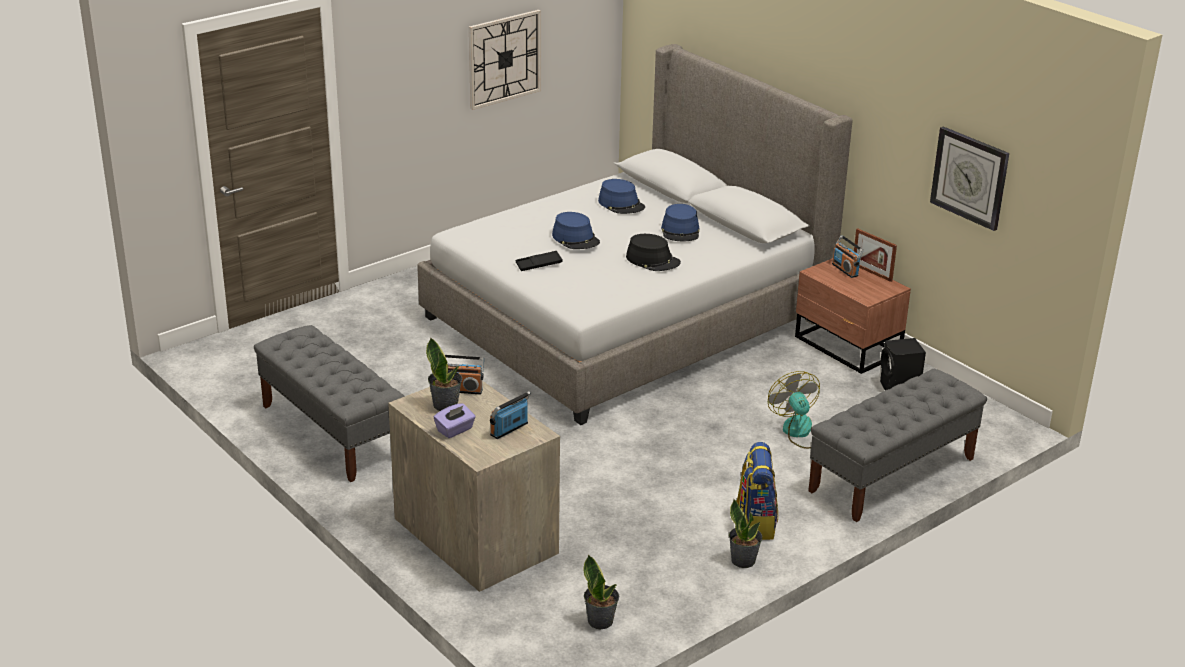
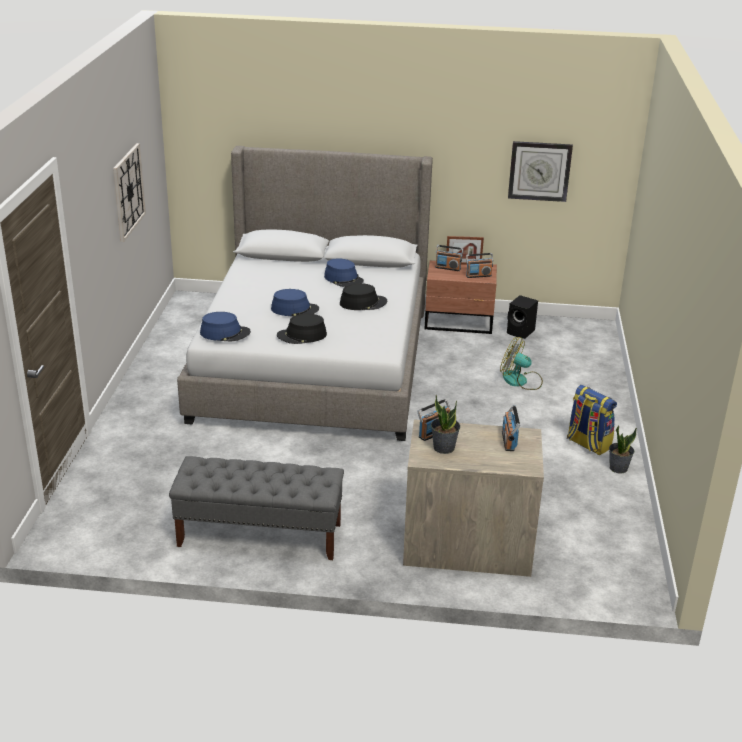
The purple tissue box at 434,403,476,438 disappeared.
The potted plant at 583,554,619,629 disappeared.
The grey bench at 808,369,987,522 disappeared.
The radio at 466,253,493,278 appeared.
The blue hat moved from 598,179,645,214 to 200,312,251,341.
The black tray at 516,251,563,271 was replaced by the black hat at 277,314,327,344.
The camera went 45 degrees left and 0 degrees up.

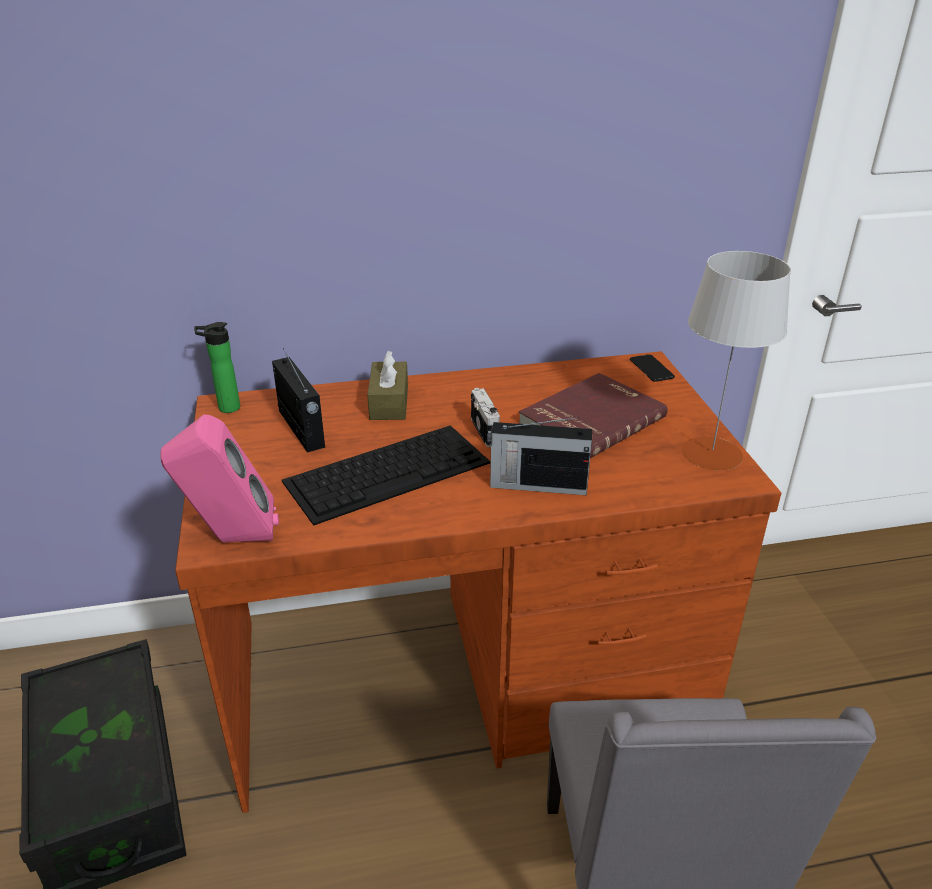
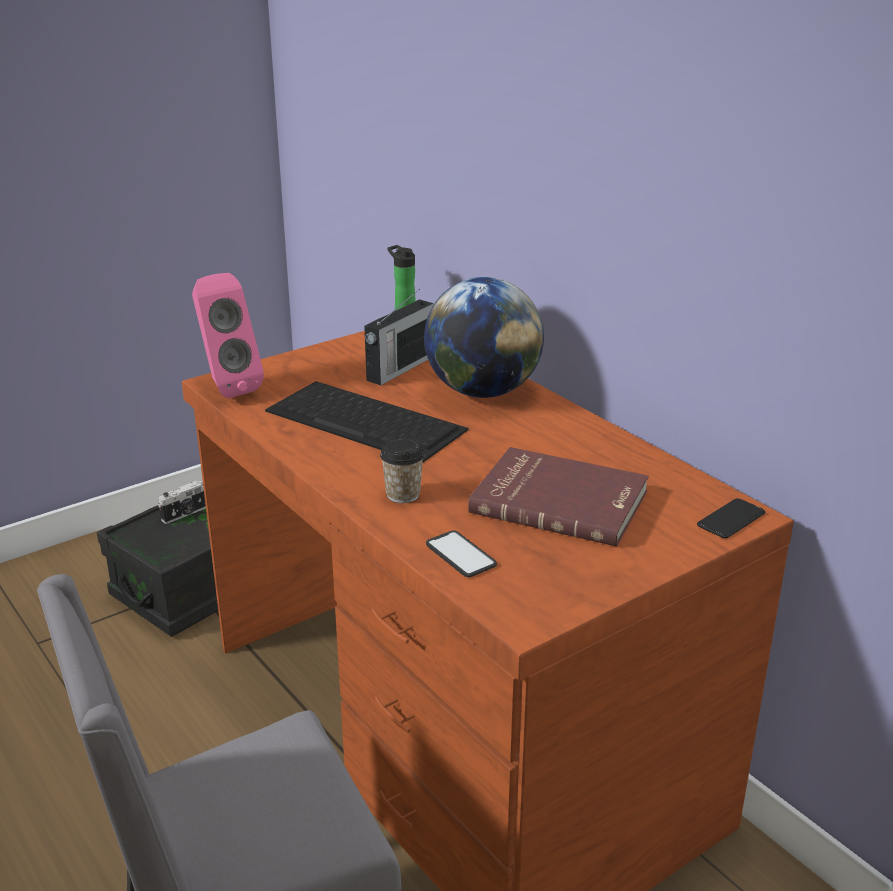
The grey table lamp at 682,251,791,471 disappeared.
The phone at 426,530,497,577 appeared.
The photo camera moved from 471,388,500,447 to 158,481,206,524.
The brown tissue box at 367,350,408,420 was replaced by the globe at 424,277,544,398.
The radio at 487,417,592,495 was replaced by the cup at 380,438,425,503.
The camera went 65 degrees right and 5 degrees down.

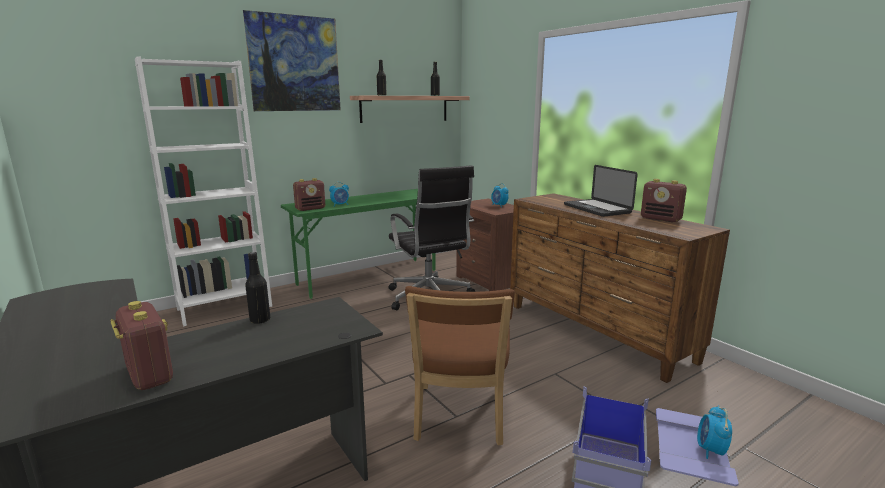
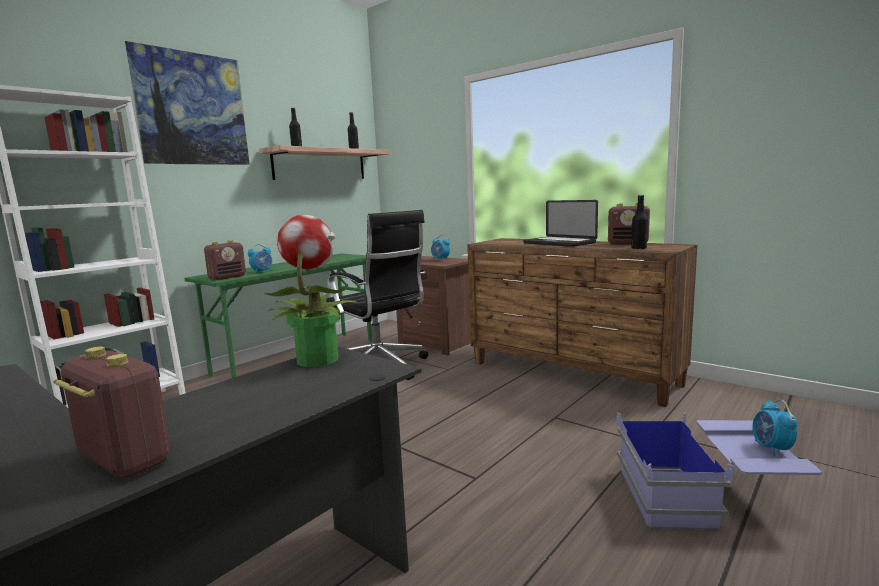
The brown chair at 405,286,515,445 disappeared.
The potted plant at 264,215,359,367 appeared.
The black bottle moved from 245,252,270,324 to 631,195,648,249.
The camera went 15 degrees left and 5 degrees down.

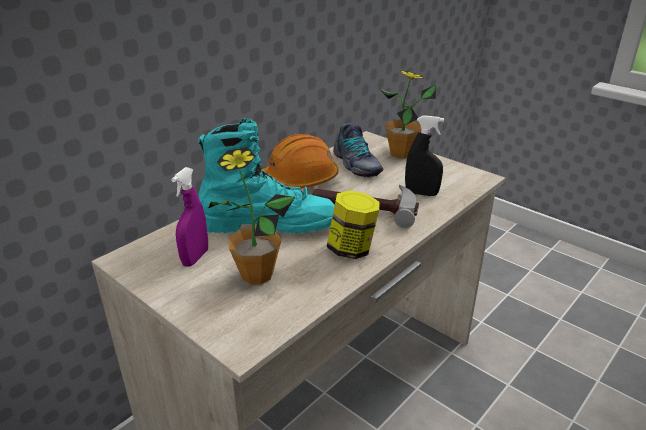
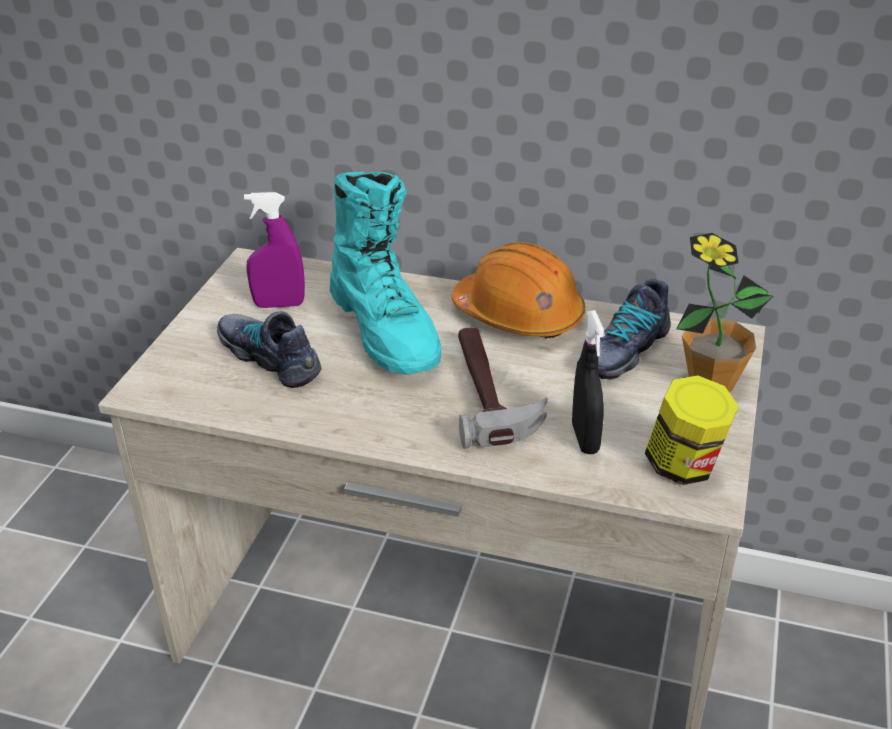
The jar moved from 326,190,380,259 to 645,375,739,485.
The potted plant at 208,147,295,284 was replaced by the shoe at 217,311,321,388.
The camera went 65 degrees right and 5 degrees up.

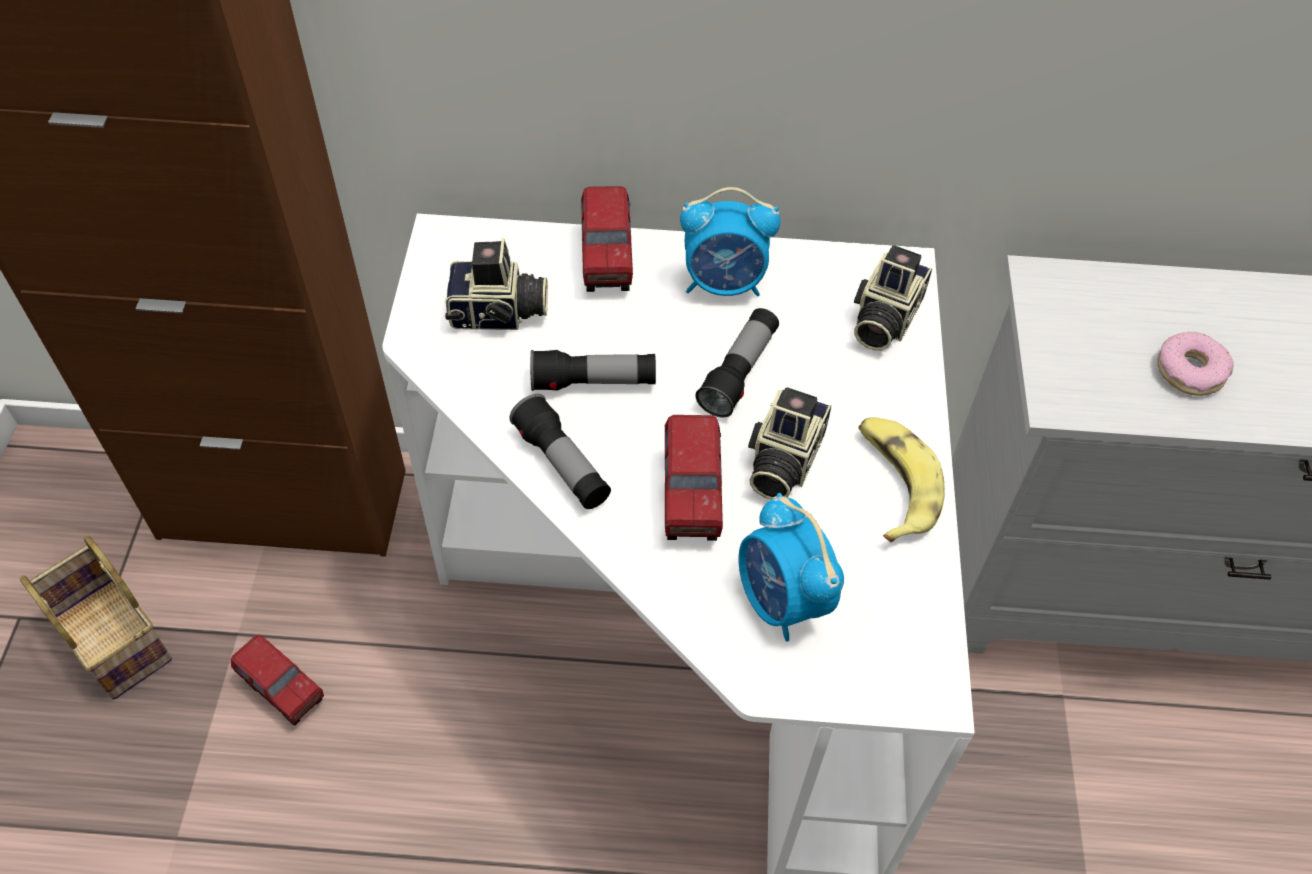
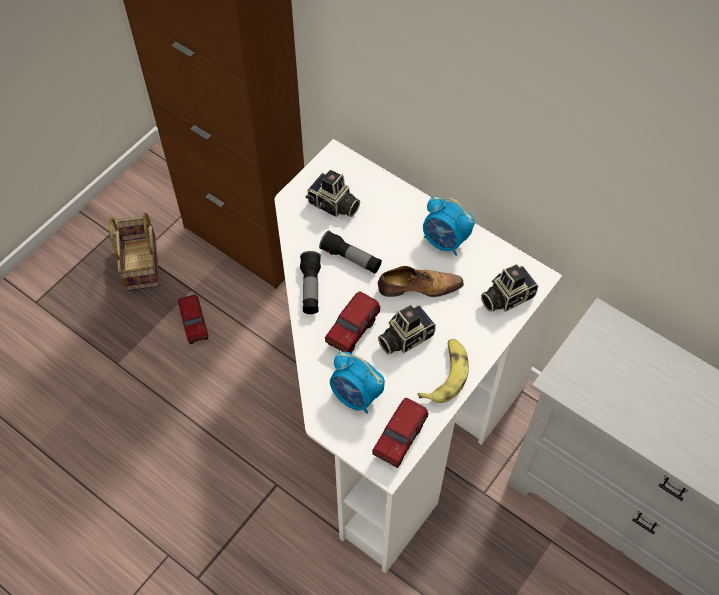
The donut at 1157,332,1234,396 disappeared.
The toy truck moved from 581,186,633,292 to 372,398,429,468.
The flashlight at 695,308,779,418 was replaced by the shoe at 378,266,464,297.
The alarm clock at 738,493,844,642 turned 60 degrees counterclockwise.
The camera went 35 degrees right and 5 degrees up.

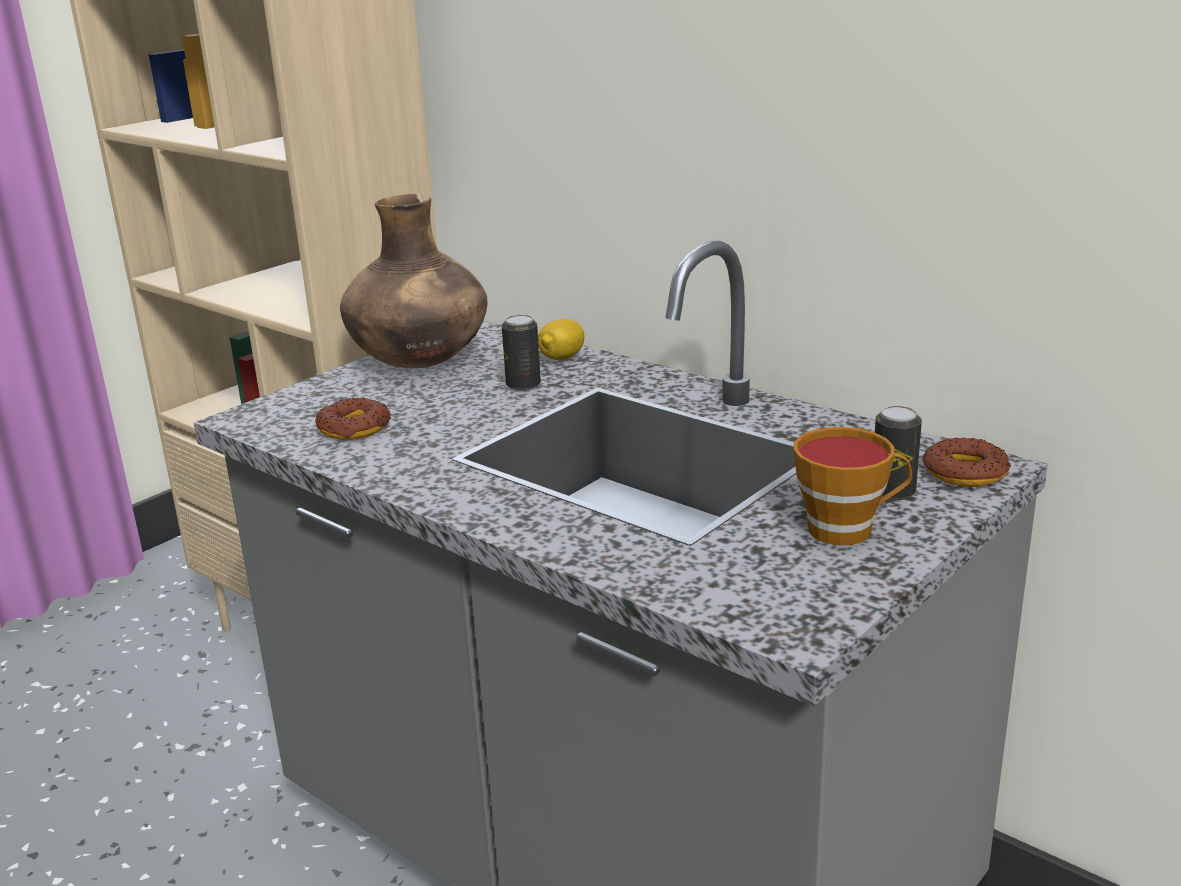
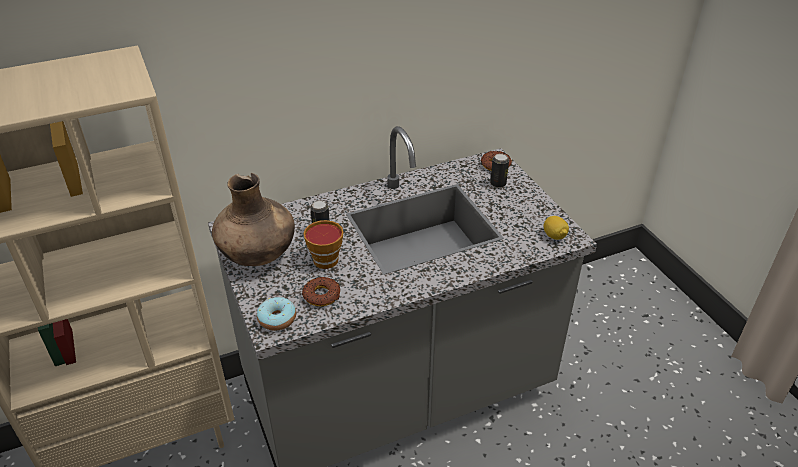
The donut at 257,297,296,331 appeared.
The lemon moved from 538,319,584,360 to 544,216,569,240.
The cup moved from 794,427,912,546 to 303,220,344,269.
The camera went 65 degrees left and 15 degrees up.

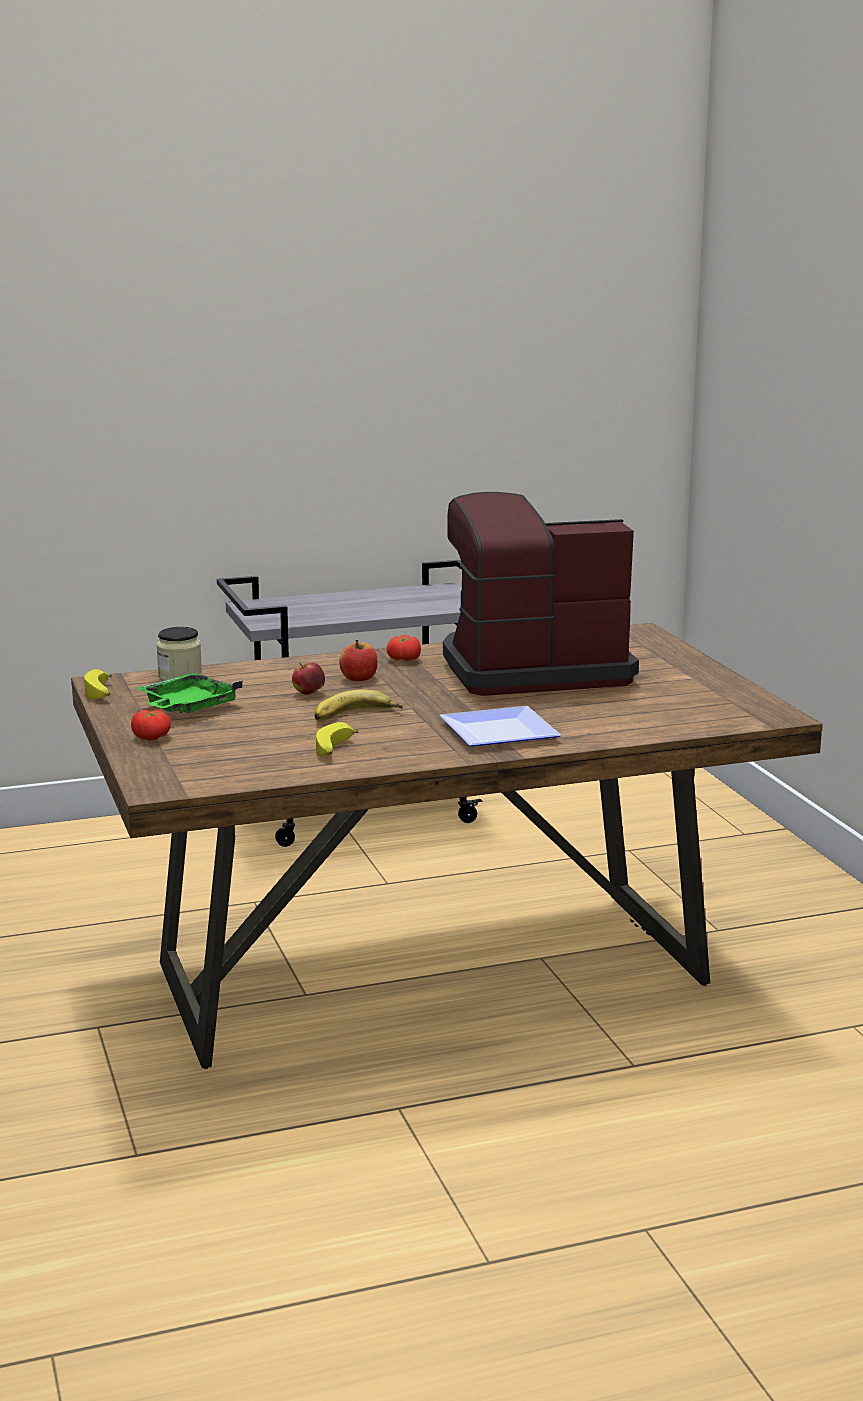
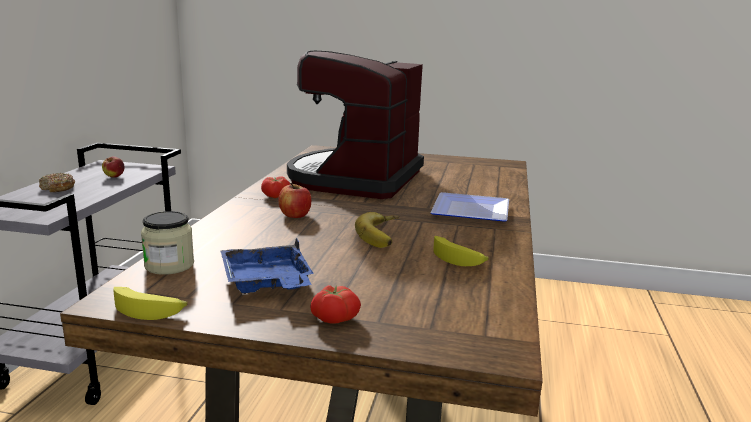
The donut at 39,173,75,192 appeared.
The apple moved from 292,662,325,695 to 102,156,125,178.
The green tray at 136,673,242,714 became the blue tray at 220,238,314,293.
The camera went 60 degrees left and 0 degrees up.

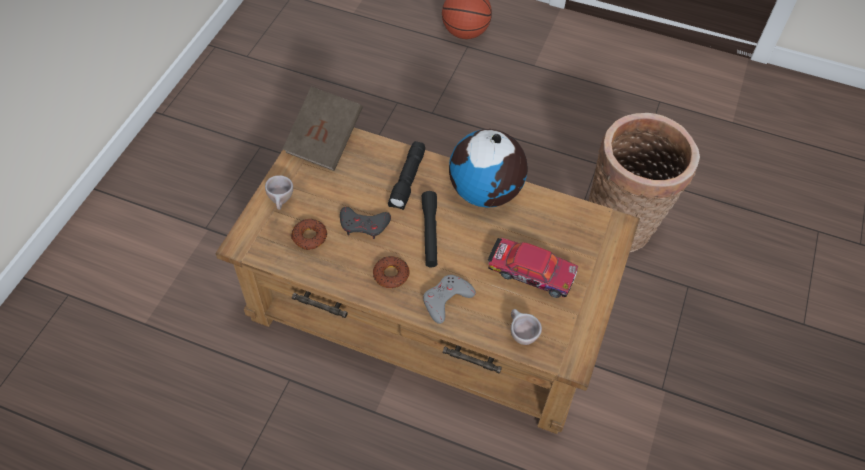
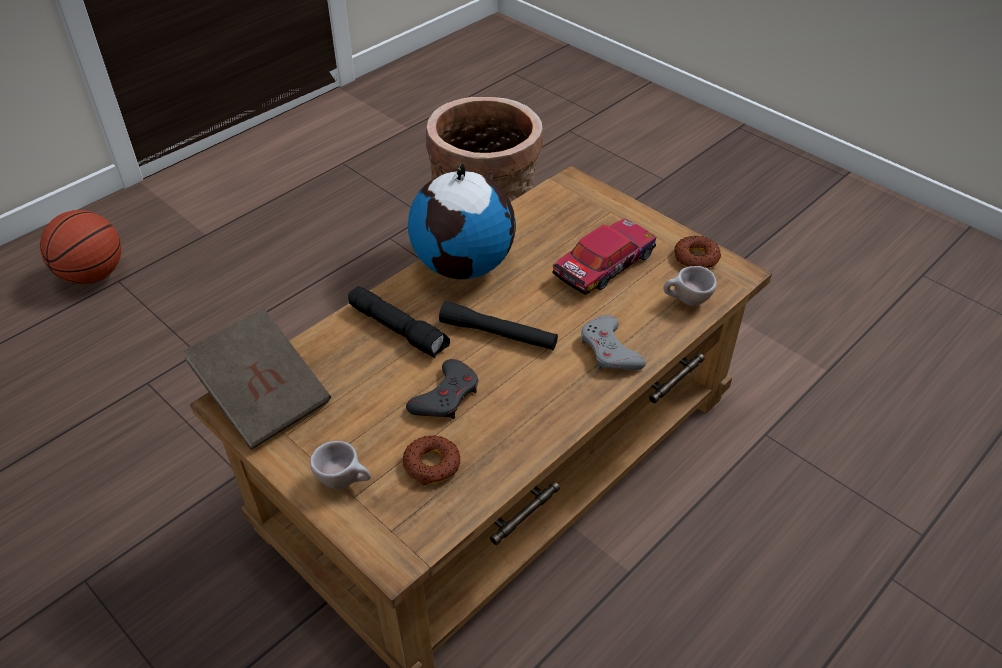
The donut moved from 373,256,410,288 to 674,235,721,268.
The camera went 65 degrees left and 10 degrees down.

